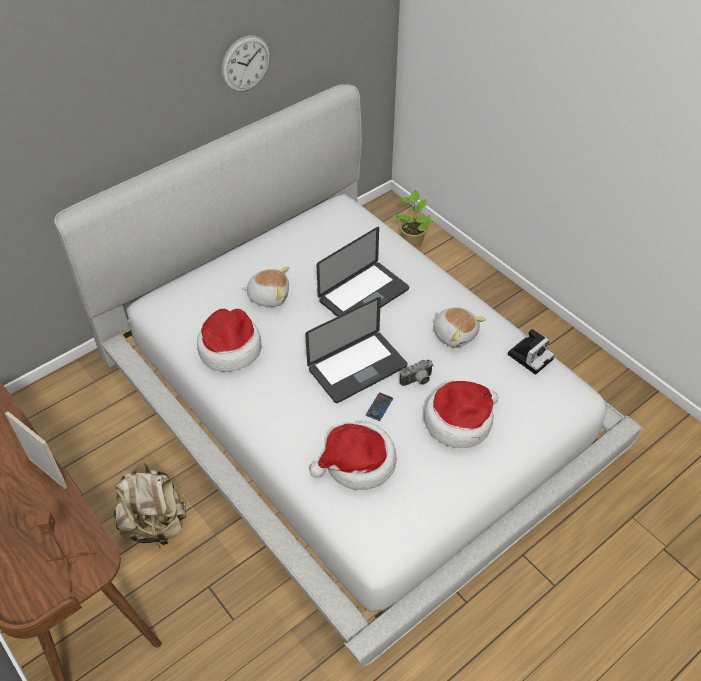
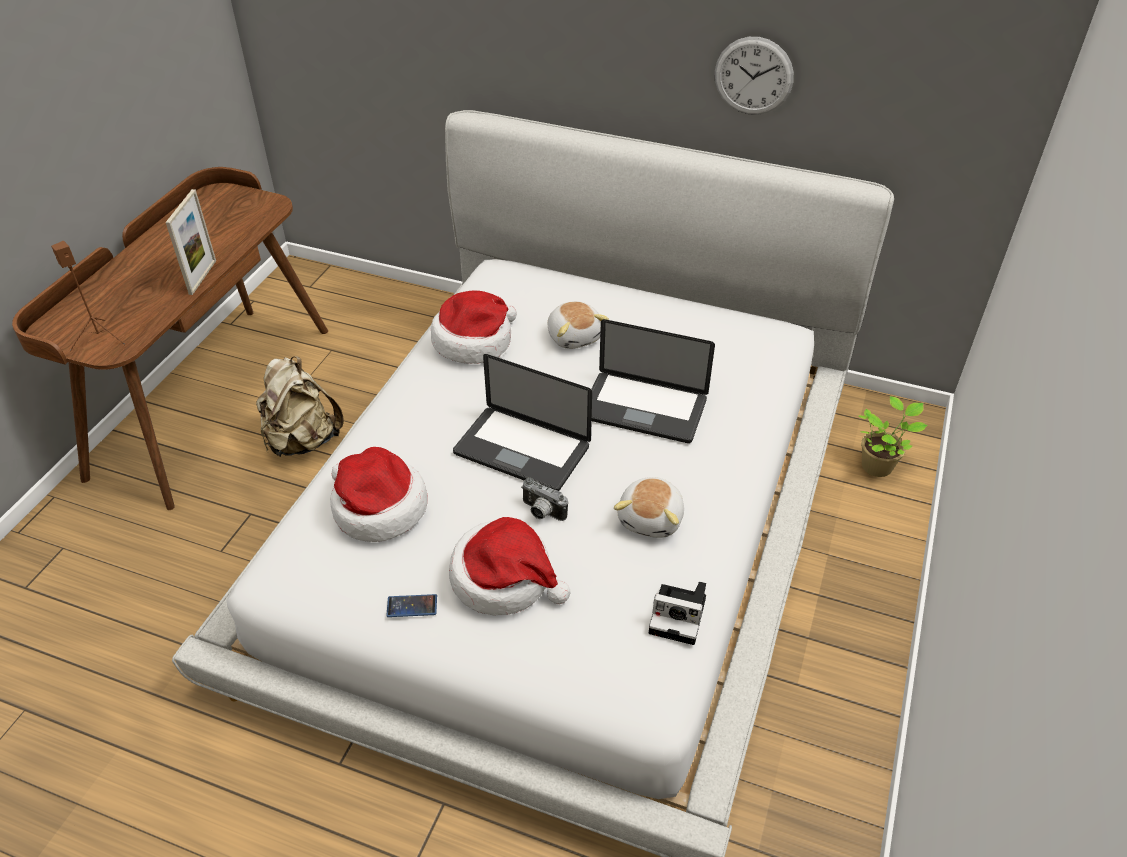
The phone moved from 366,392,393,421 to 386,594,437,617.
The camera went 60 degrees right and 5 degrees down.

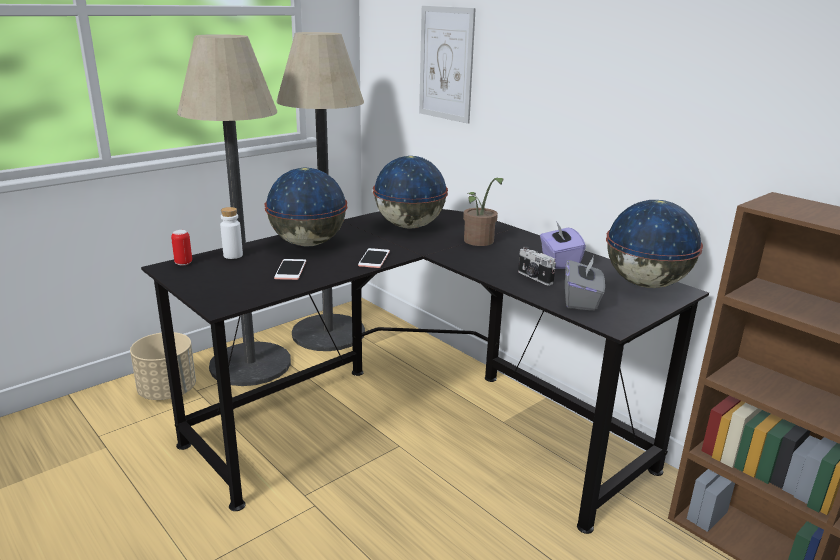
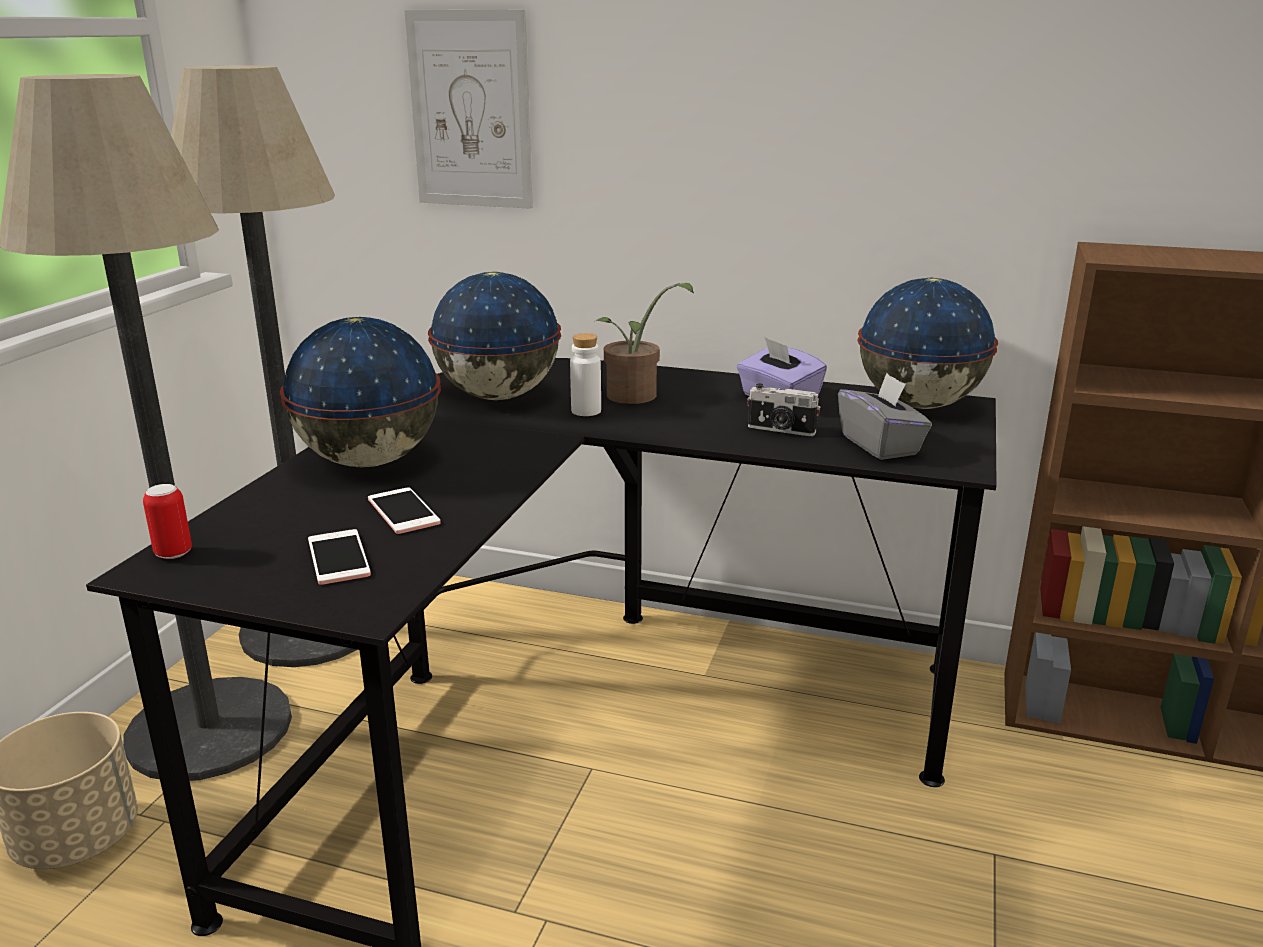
The white bottle moved from 220,207,243,259 to 570,333,601,416.
The phone moved from 358,248,390,268 to 308,529,371,585.
The camera went 30 degrees left and 0 degrees up.

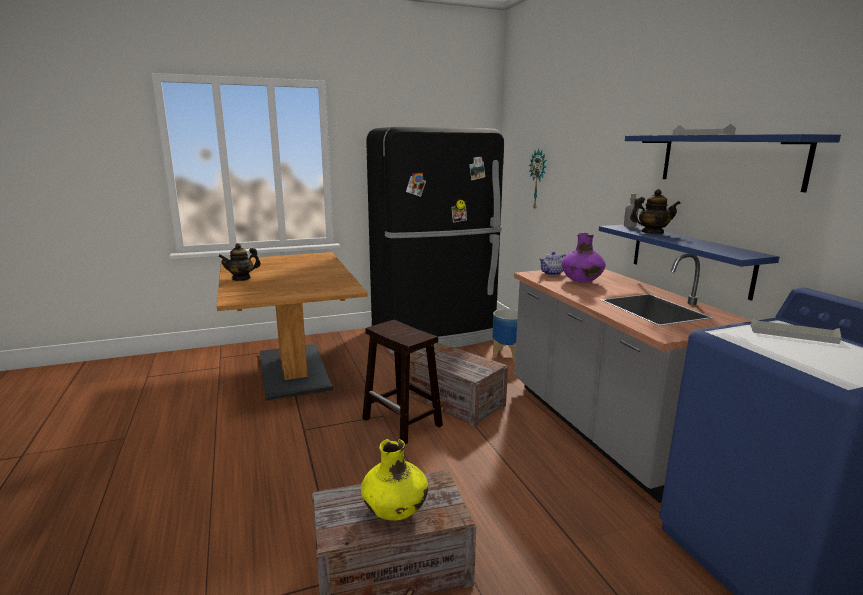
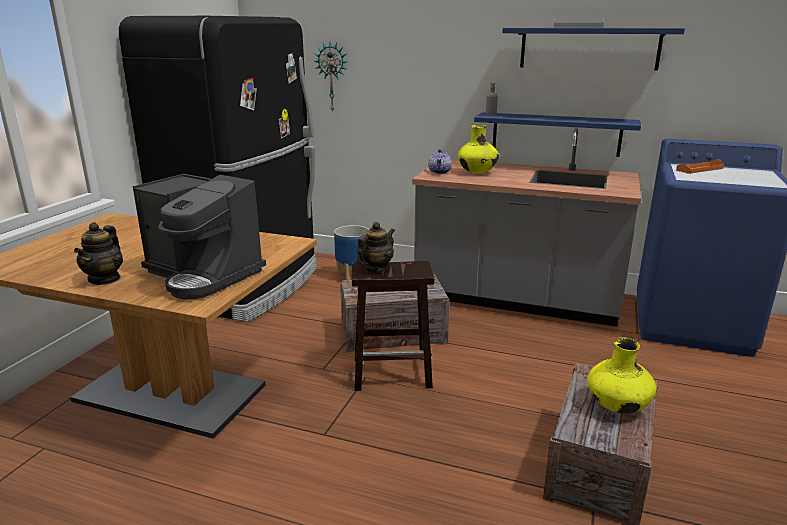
The coffee machine at 133,174,266,299 appeared.
The teapot moved from 630,189,681,234 to 357,222,395,273.
The purple vase at 562,233,606,283 became the yellow vase at 458,125,499,174.
The grey tray at 751,318,841,344 became the orange tray at 676,159,724,174.
The camera went 50 degrees left and 5 degrees up.

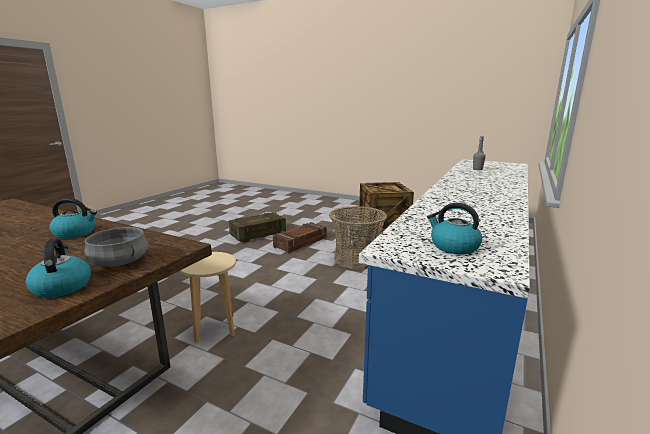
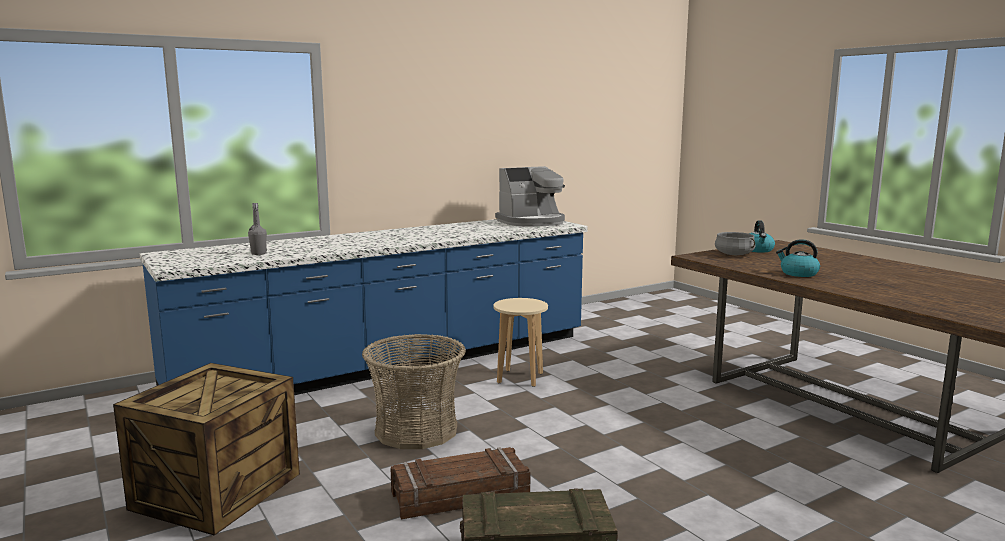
The beige stool moved from 180,252,236,342 to 493,298,548,387.
The kettle at 427,203,482,254 was replaced by the coffee machine at 495,166,565,227.
The camera went 150 degrees left and 5 degrees down.

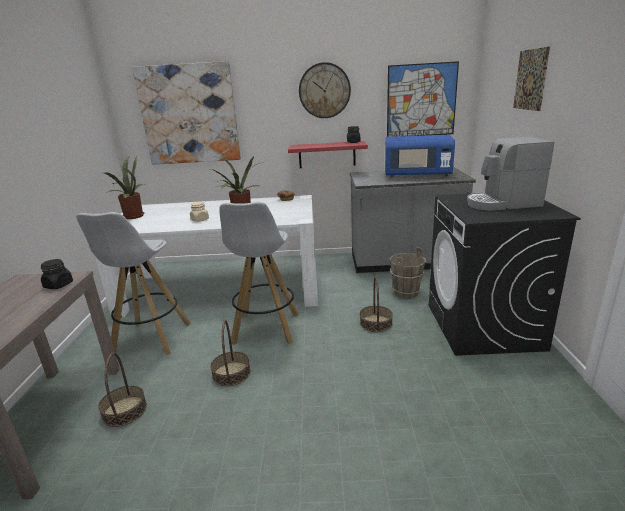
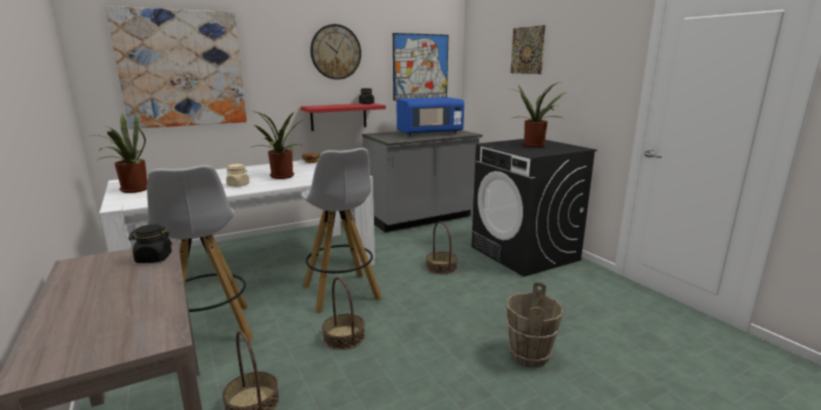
The brown bucket moved from 390,247,426,299 to 506,282,563,367.
The coffee machine at 467,137,554,211 was replaced by the potted plant at 511,82,567,148.
The camera went 30 degrees left and 5 degrees down.

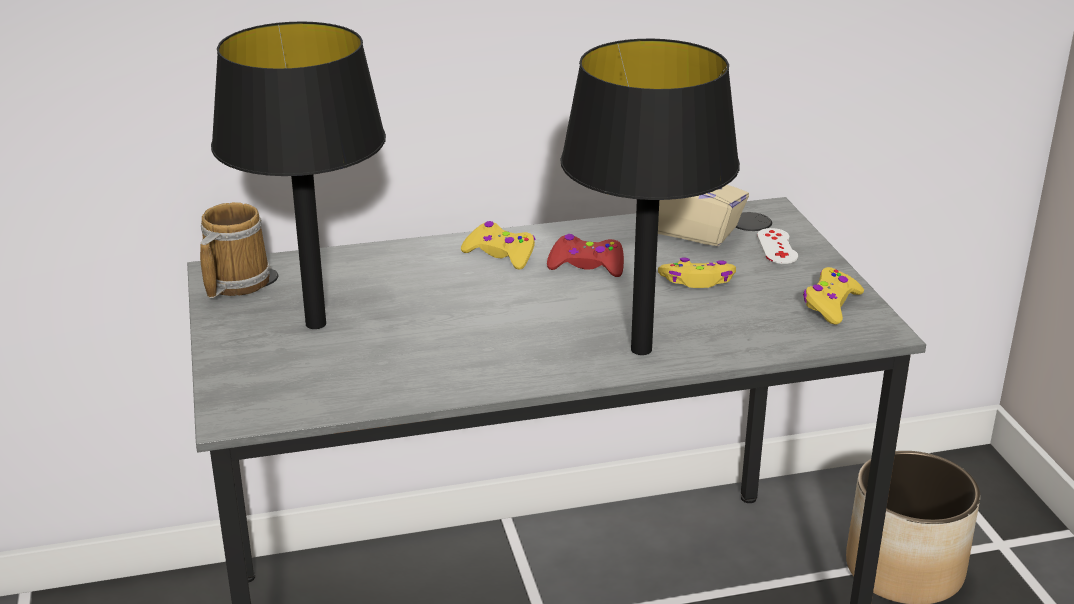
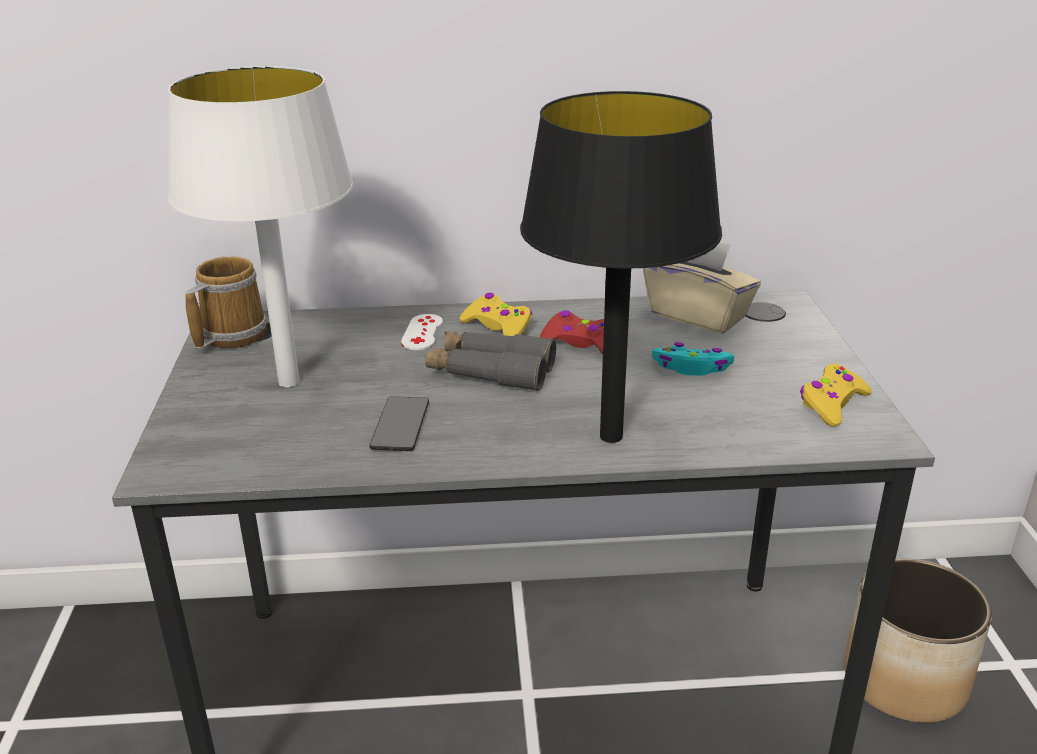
The phone at 369,396,429,451 appeared.
The grey binoculars at 425,331,556,391 appeared.
The white game controller moved from 757,228,798,264 to 401,314,443,350.
The black table lamp at 211,21,386,329 became the white table lamp at 168,66,353,387.
The yellow game controller at 658,257,736,288 became the turquoise game controller at 652,342,734,376.
The camera went 10 degrees right and 0 degrees up.

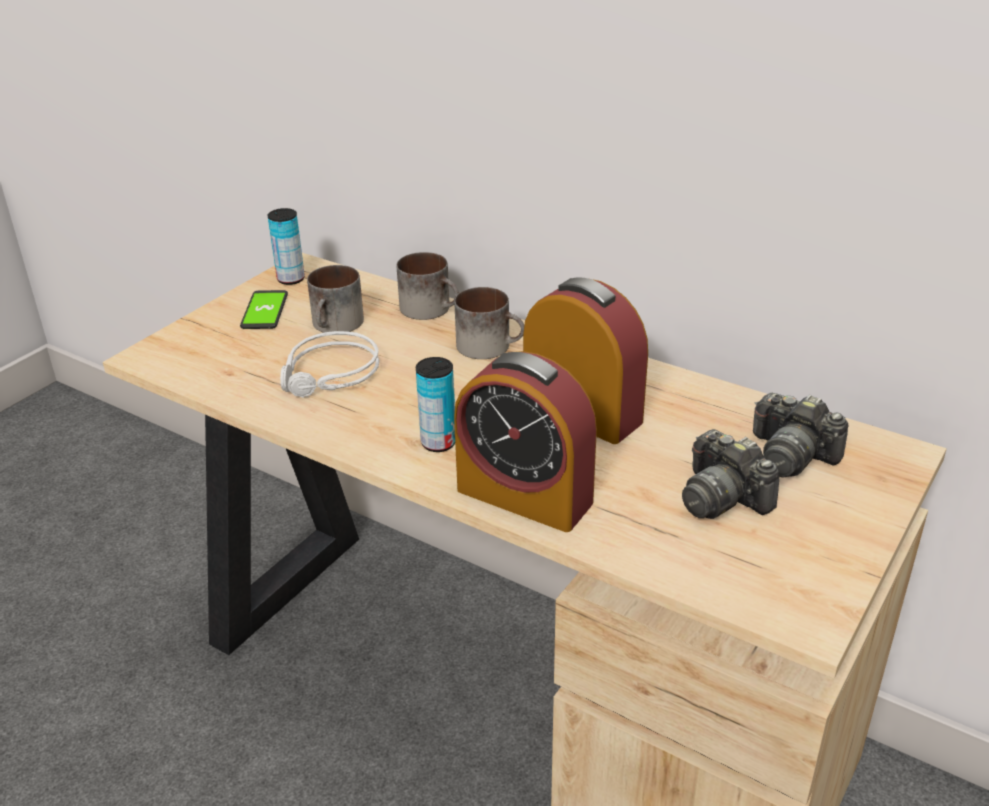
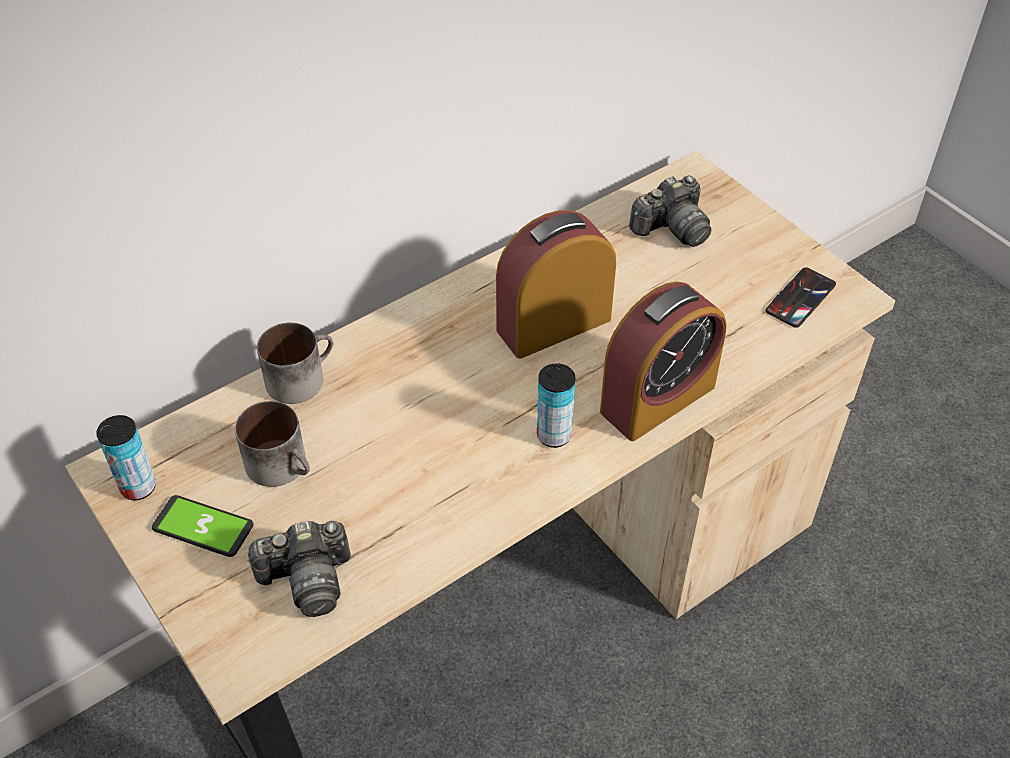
The grey headphones at 280,331,379,398 disappeared.
The mug at 454,287,524,359 disappeared.
The phone at 766,267,836,328 appeared.
The photo camera moved from 682,429,780,519 to 246,521,351,617.
The camera went 70 degrees left and 15 degrees up.

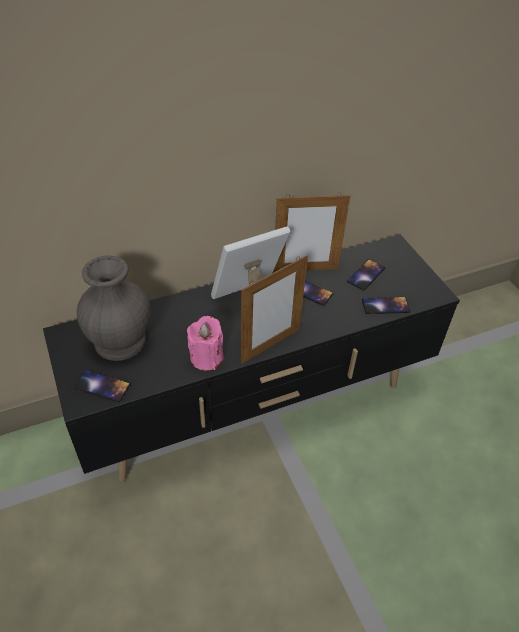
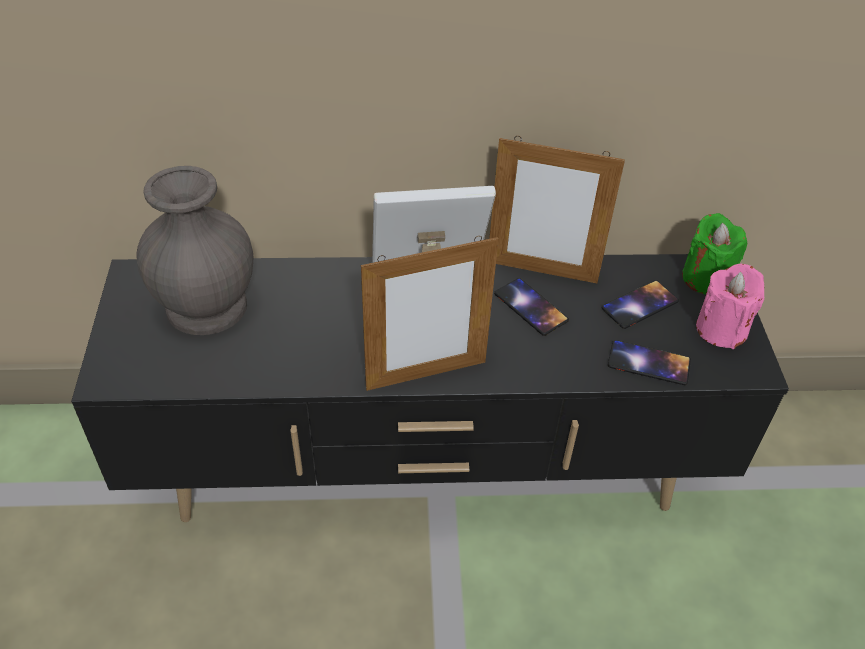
The phone at 74,370,131,402 disappeared.
The green candle at 682,213,747,295 appeared.
The pink candle moved from 187,316,224,370 to 696,264,764,349.
The camera went 20 degrees right and 0 degrees up.

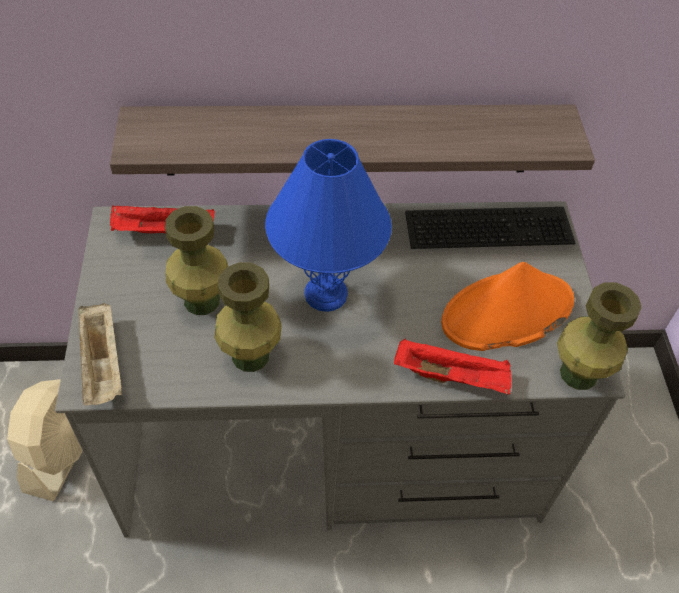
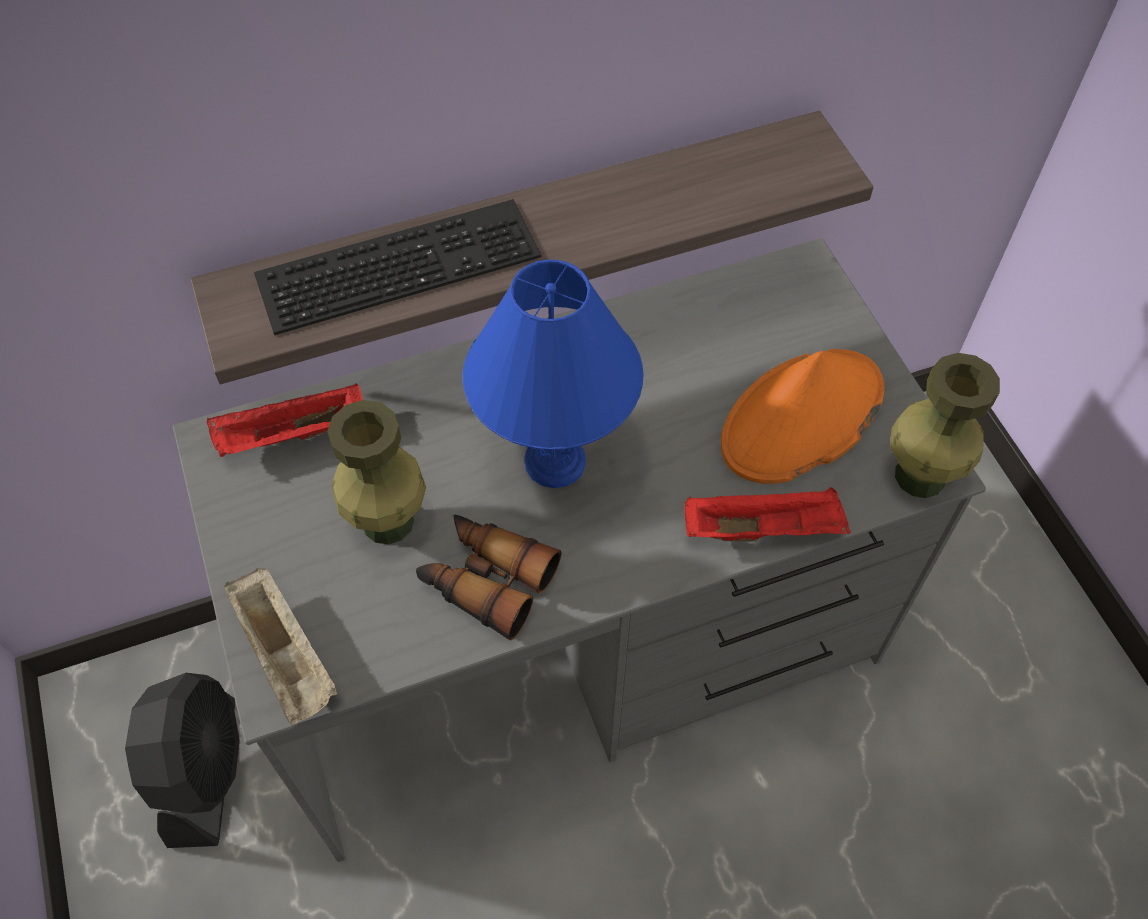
The keyboard moved from 405,207,575,249 to 254,199,541,335.
The green vase at 214,262,282,372 was replaced by the binoculars at 416,515,562,640.
The beige fan at 7,379,83,501 became the black fan at 125,673,240,848.
The camera went 15 degrees left and 5 degrees up.

